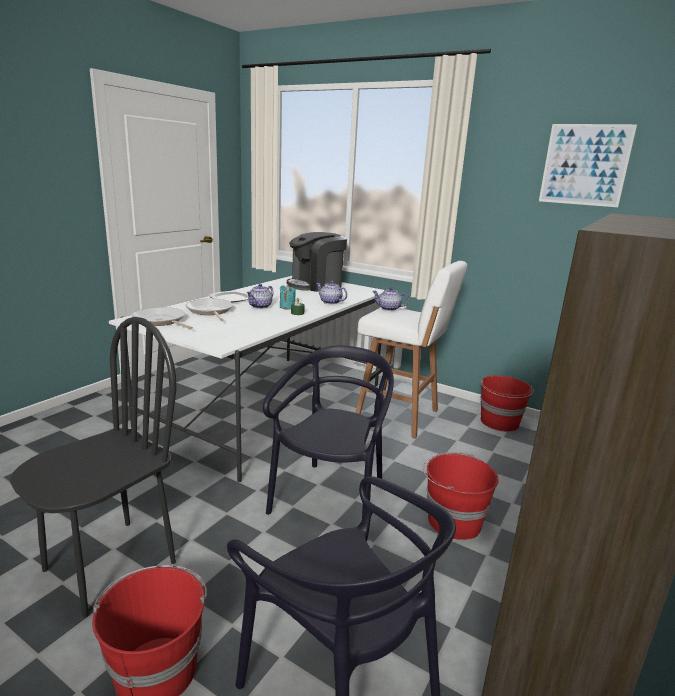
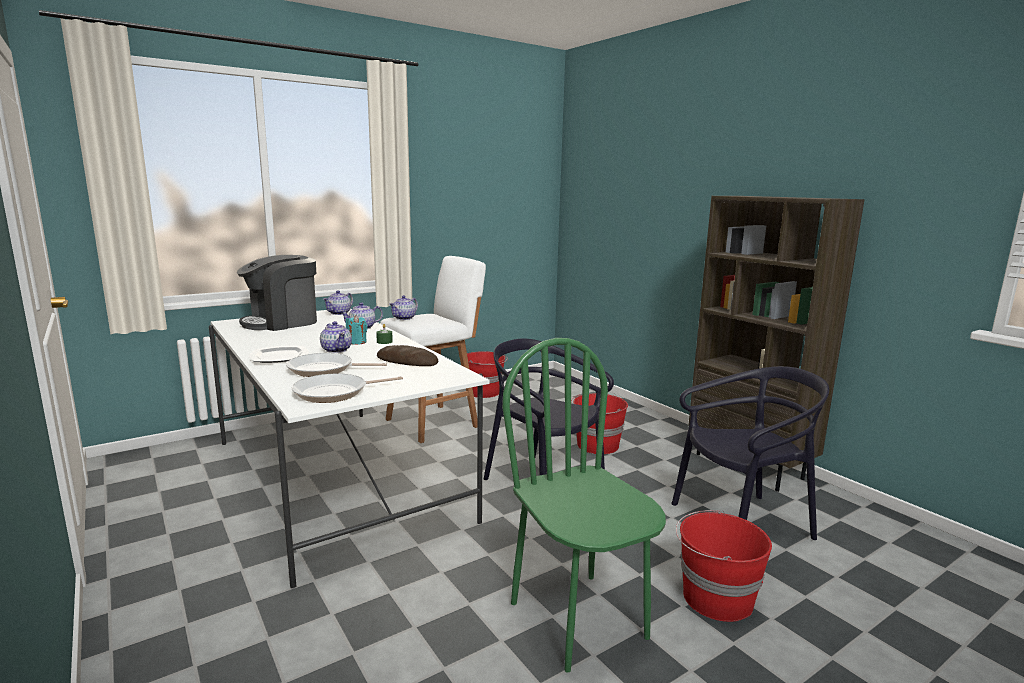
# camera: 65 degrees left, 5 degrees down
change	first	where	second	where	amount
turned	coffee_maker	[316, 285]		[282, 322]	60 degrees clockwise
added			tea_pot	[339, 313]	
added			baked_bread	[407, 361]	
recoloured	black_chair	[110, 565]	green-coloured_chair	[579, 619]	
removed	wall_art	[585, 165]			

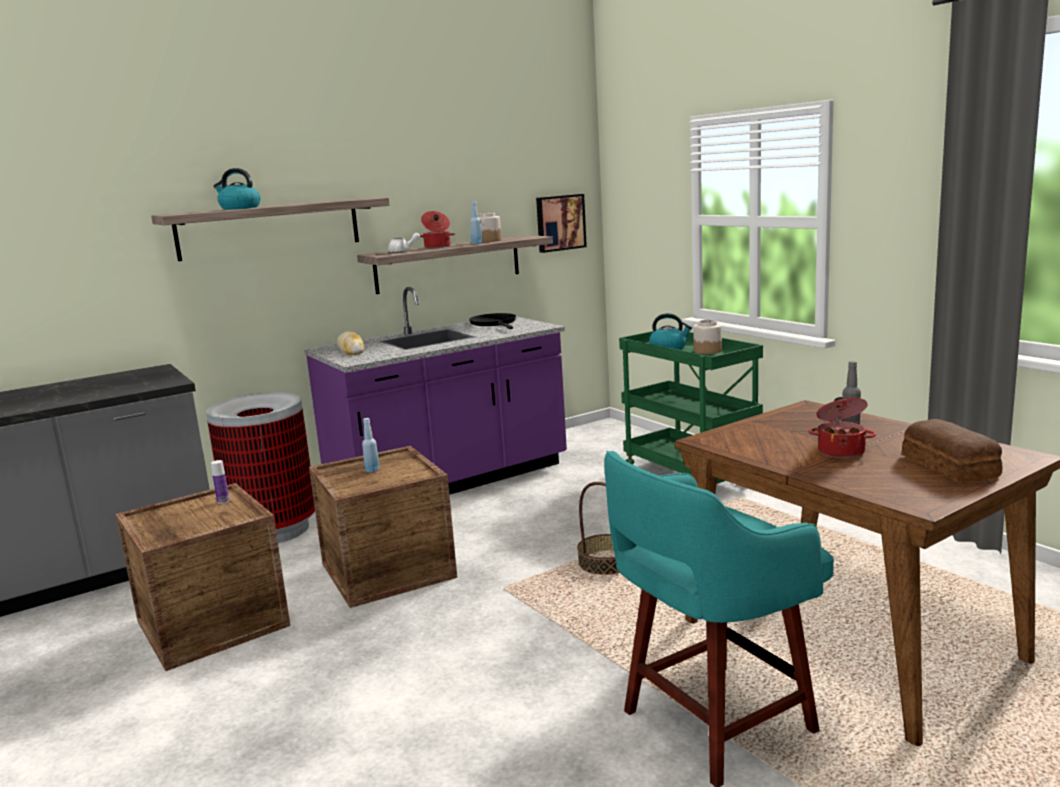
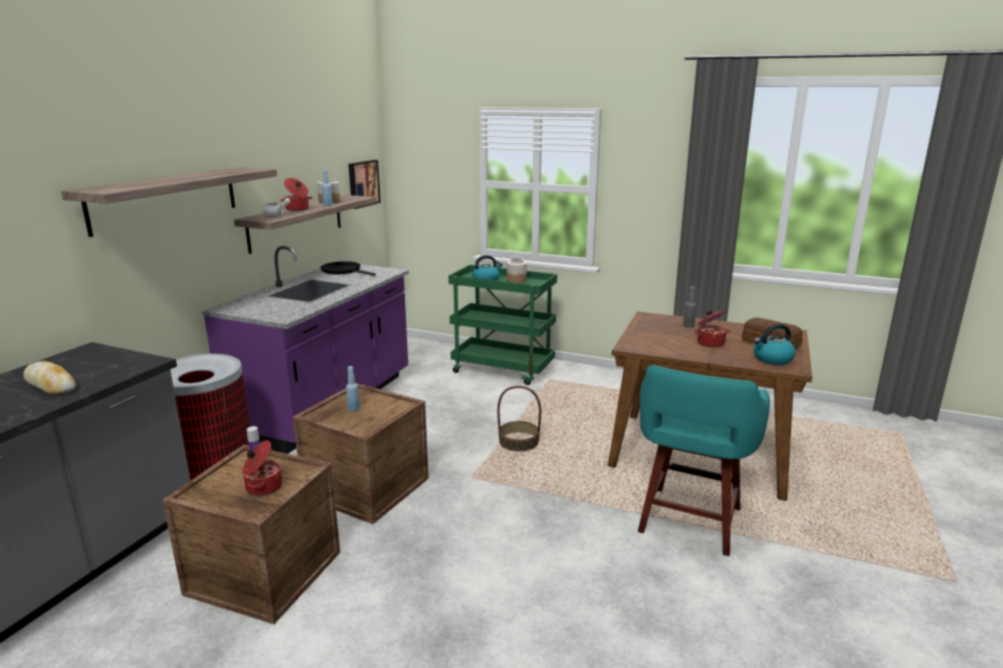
# camera: 35 degrees left, 5 degrees up
change	first	where	second	where	amount
moved	baked_bread	[351, 350]		[51, 385]	
added			cooking_pot	[263, 487]	
moved	water_kettle	[239, 208]		[772, 359]	

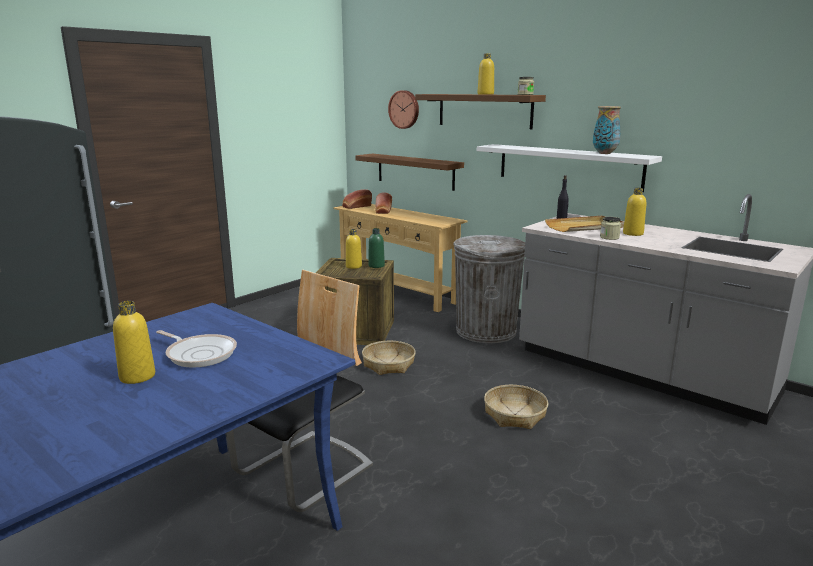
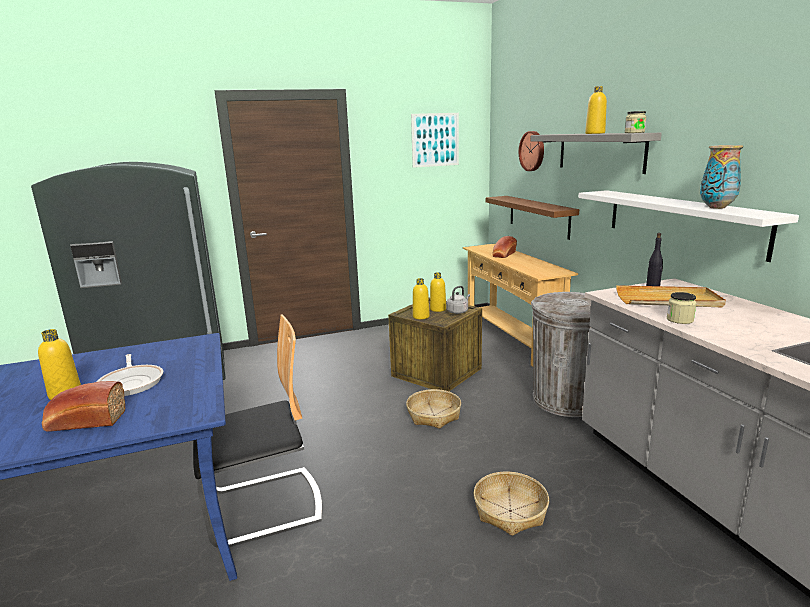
# camera: 30 degrees right, 0 degrees up
change	first	where	second	where	amount
moved	baked_bread	[356, 206]		[84, 421]	
added			wall_art	[435, 140]	
moved	yellow-coloured_beverage_bottle	[633, 233]		[421, 316]	
replaced	green-coloured_beverage_bottle	[376, 266]	gray_water_kettle	[458, 311]	
recoloured	brown_shelf	[484, 110]	gray_shelf	[600, 152]	

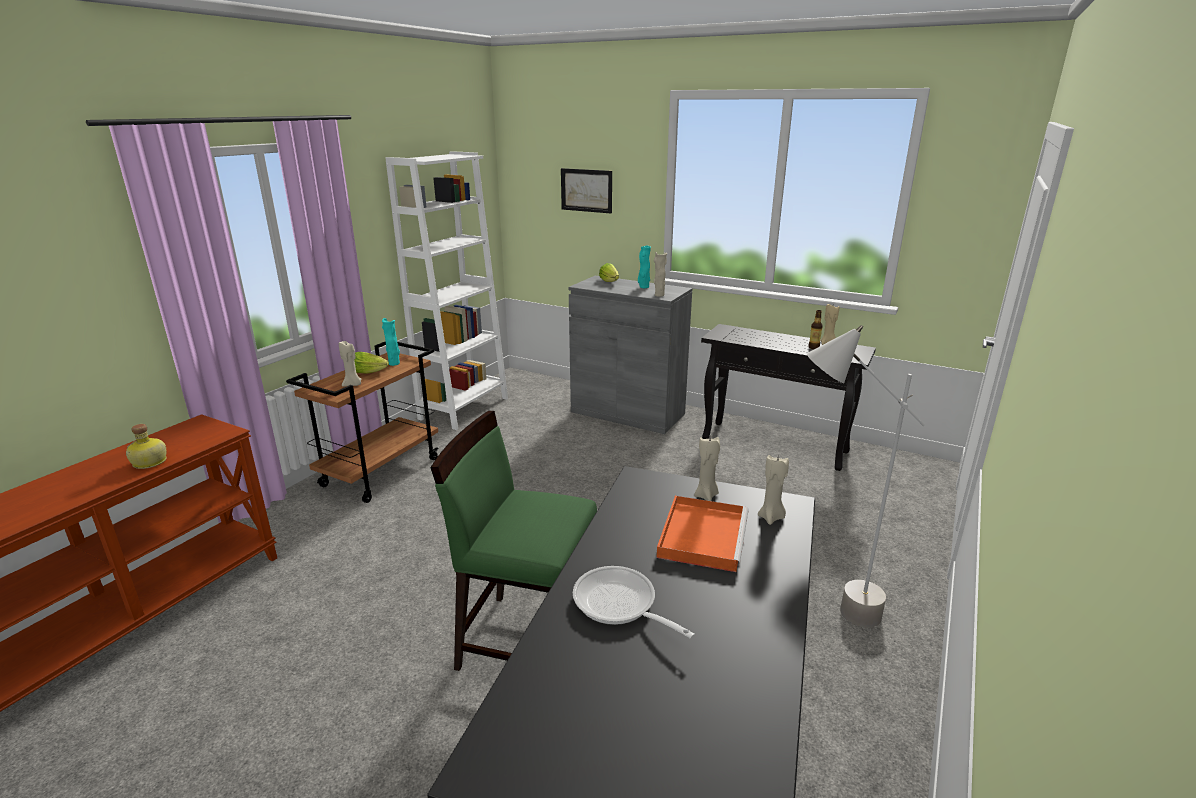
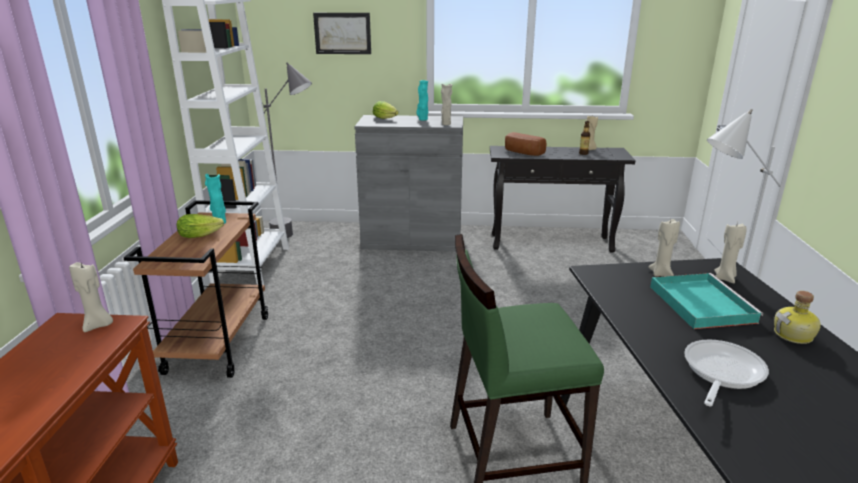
# camera: 25 degrees left, 0 degrees up
change	first	where	second	where	amount
moved	sand-coloured_wax_light	[353, 384]		[98, 325]	
added			gray_standard_lamp	[296, 238]	
added			baked_bread	[522, 153]	
recoloured	orangey_carrying_tray	[702, 535]	turquoise-coloured_carrying_tray	[699, 303]	
turned	skillet	[619, 605]		[720, 373]	105 degrees clockwise
moved	beverage_bottle	[149, 463]		[794, 335]	

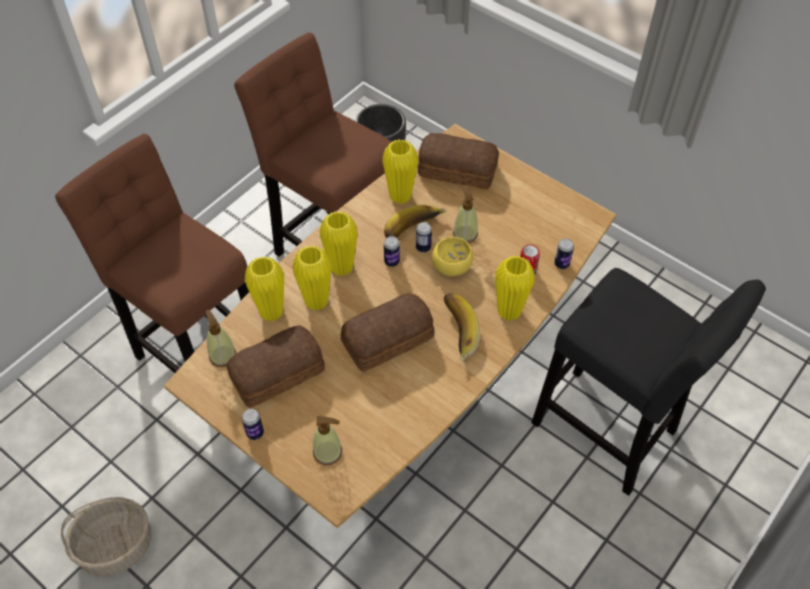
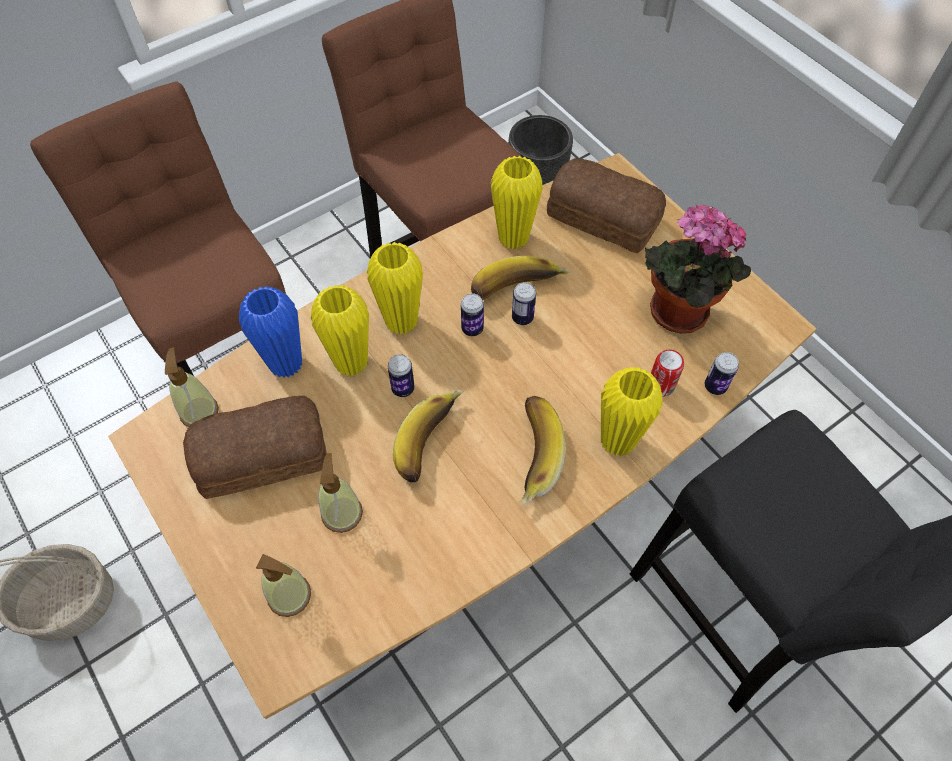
# camera: 15 degrees right, 5 degrees up
change	first	where	second	where	amount
recoloured	yellow-coloured_decorative_vase	[271, 312]	blue-coloured_decorative_vase	[286, 364]	
moved	soap_bottle	[465, 234]		[342, 513]	
moved	can	[255, 433]		[403, 388]	
replaced	baked_bread	[389, 340]	banana_fruit	[432, 443]	
added			plant_in_a_pot	[675, 314]	
removed	yellow-coloured_bowl	[452, 267]			

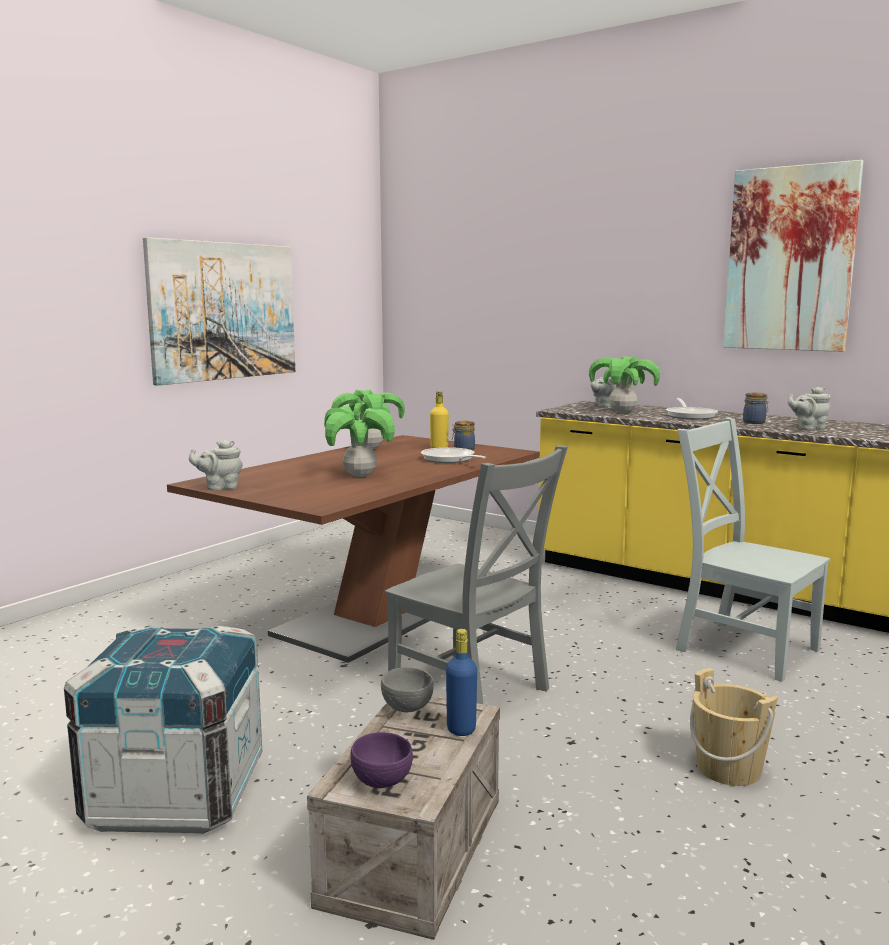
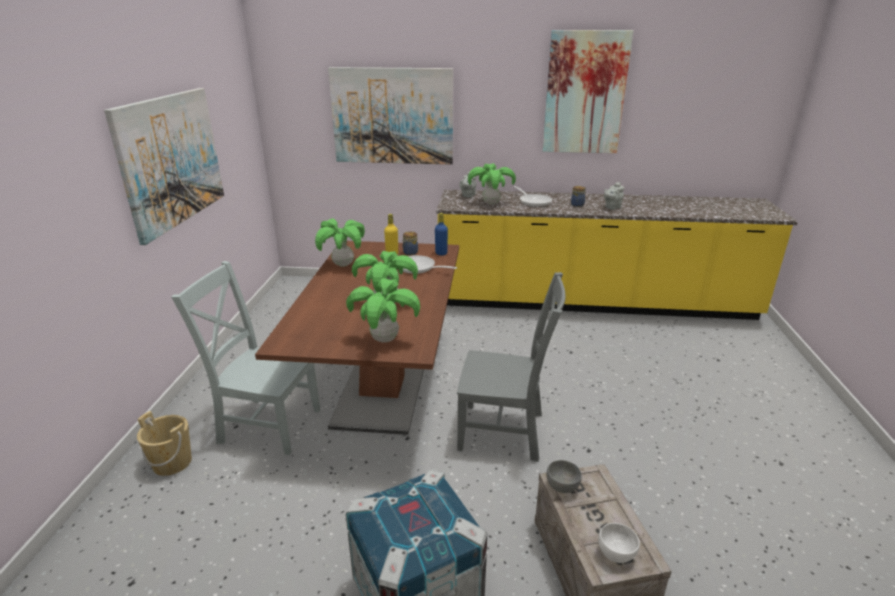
# camera: 30 degrees left, 15 degrees up
change	first	where	second	where	amount
moved	sand-coloured_bucket	[728, 768]		[172, 462]	
moved	gray_chair	[741, 647]		[266, 424]	
added			wall_art	[392, 116]	
added			plant_in_a_pot	[384, 339]	
moved	blue-coloured_beverage_bottle	[461, 729]		[441, 253]	
recoloured	purple_bowl	[381, 781]	white_bowl	[615, 554]	
removed	gray_tea_pot	[220, 487]			

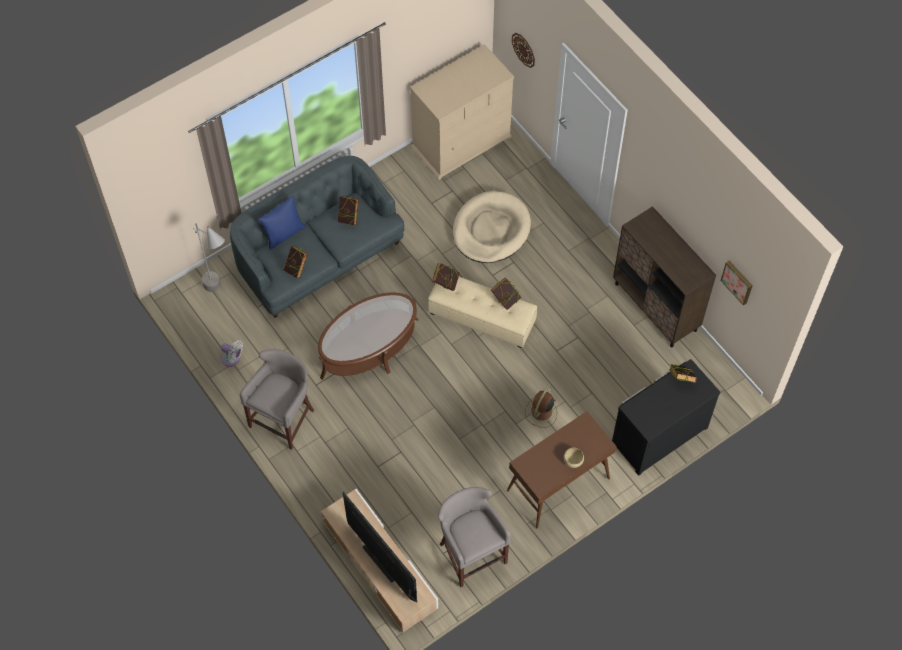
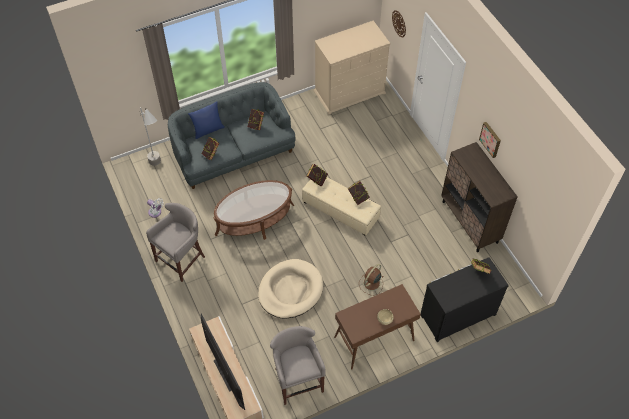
# camera: 10 degrees right, 5 degrees down
change	first	where	second	where	amount
moved	sand-coloured_dog_bed	[491, 230]		[290, 290]	
moved	wall_art	[738, 281]		[491, 139]	

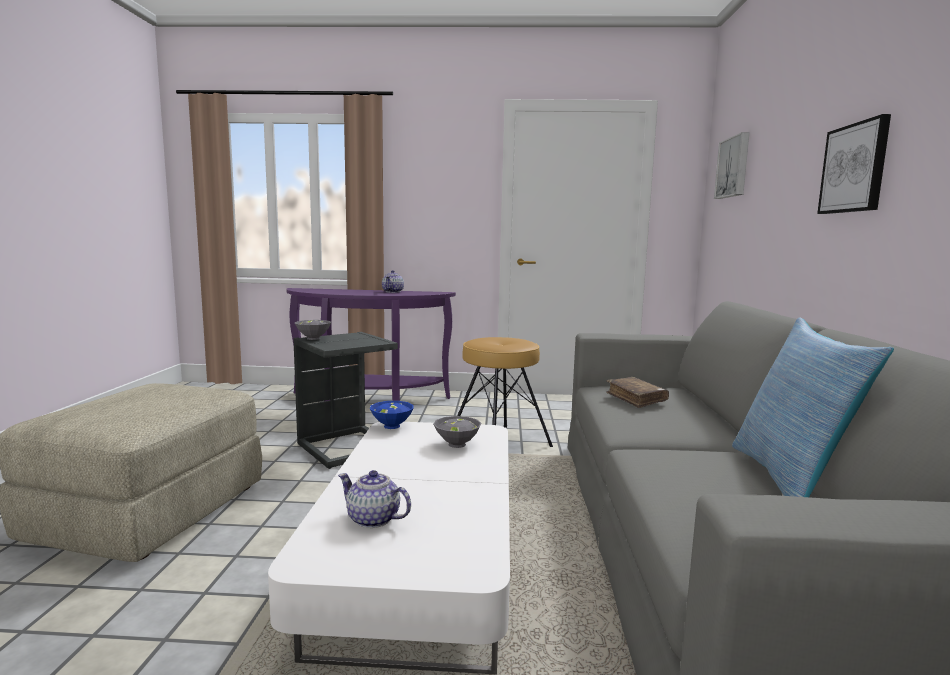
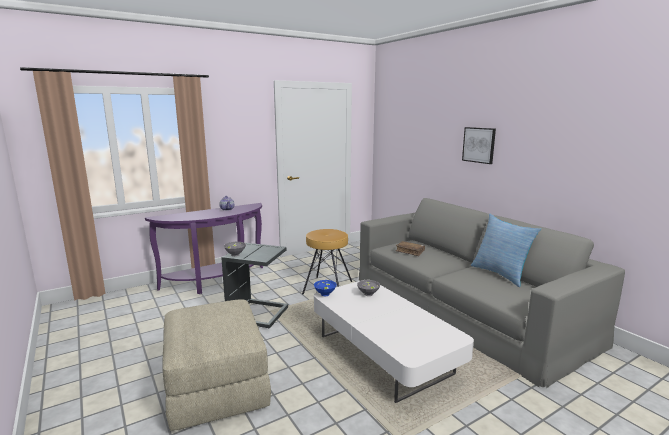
# camera: 35 degrees left, 5 degrees up
change	first	where	second	where	amount
removed	tea_pot	[373, 519]			
removed	wall_art	[734, 167]			

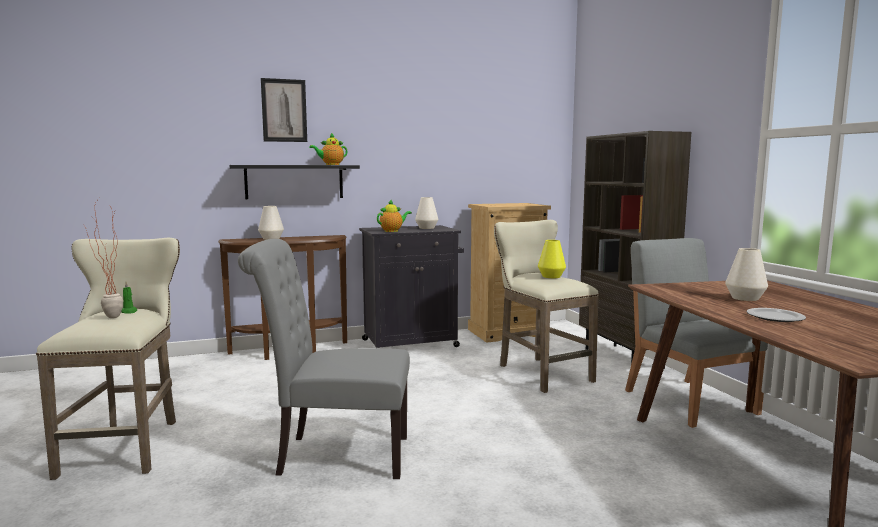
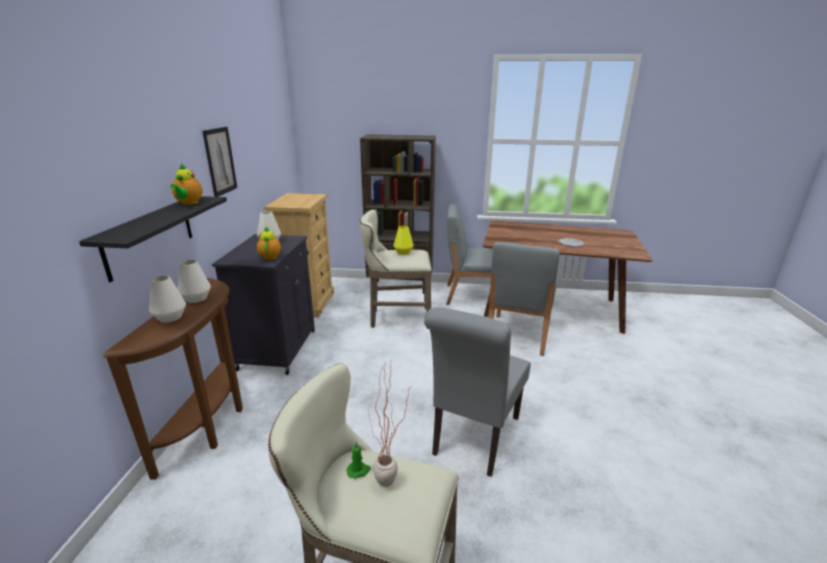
# camera: 65 degrees left, 15 degrees up
change	first	where	second	where	amount
moved	white_decorative_vase	[745, 298]		[196, 298]	
moved	wall_art	[284, 110]		[220, 161]	
added			gray_chair	[517, 334]	

